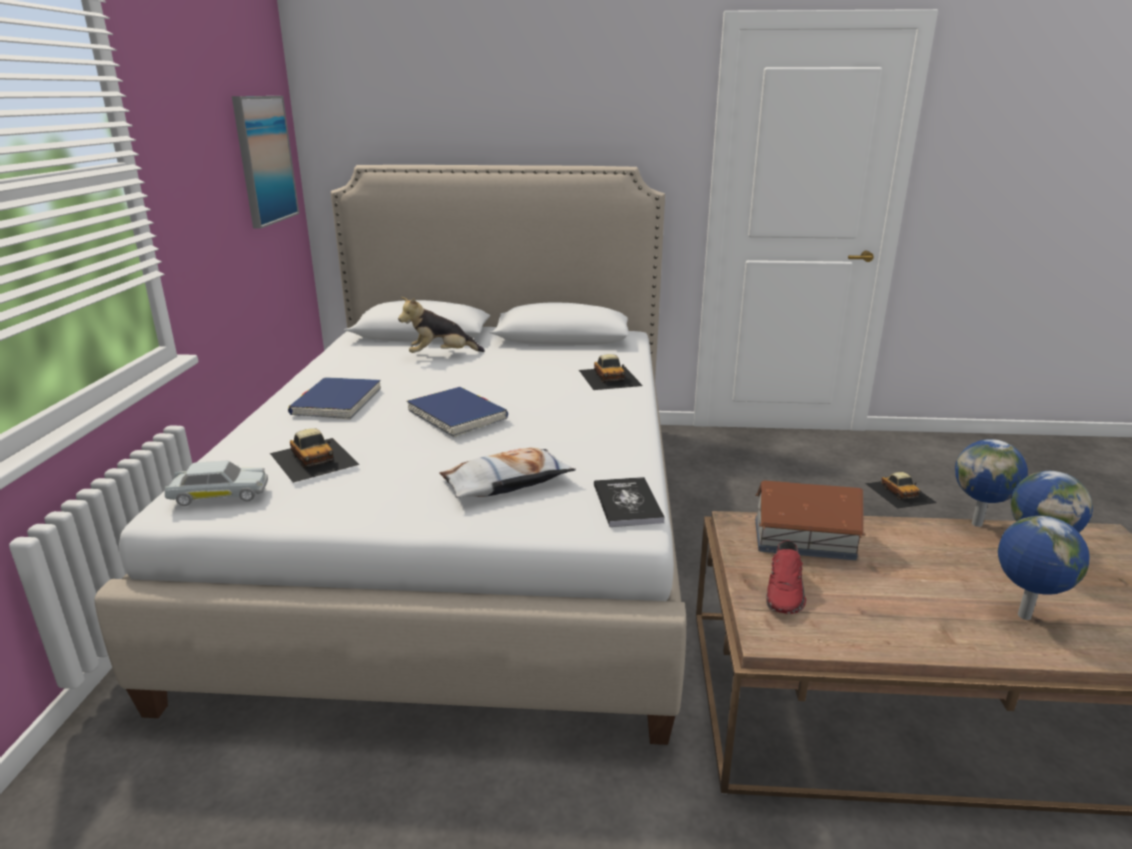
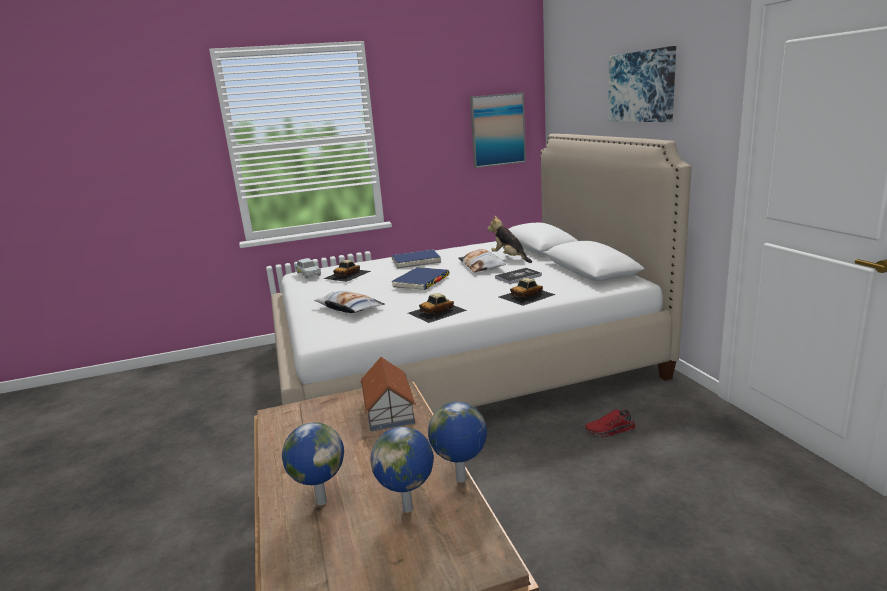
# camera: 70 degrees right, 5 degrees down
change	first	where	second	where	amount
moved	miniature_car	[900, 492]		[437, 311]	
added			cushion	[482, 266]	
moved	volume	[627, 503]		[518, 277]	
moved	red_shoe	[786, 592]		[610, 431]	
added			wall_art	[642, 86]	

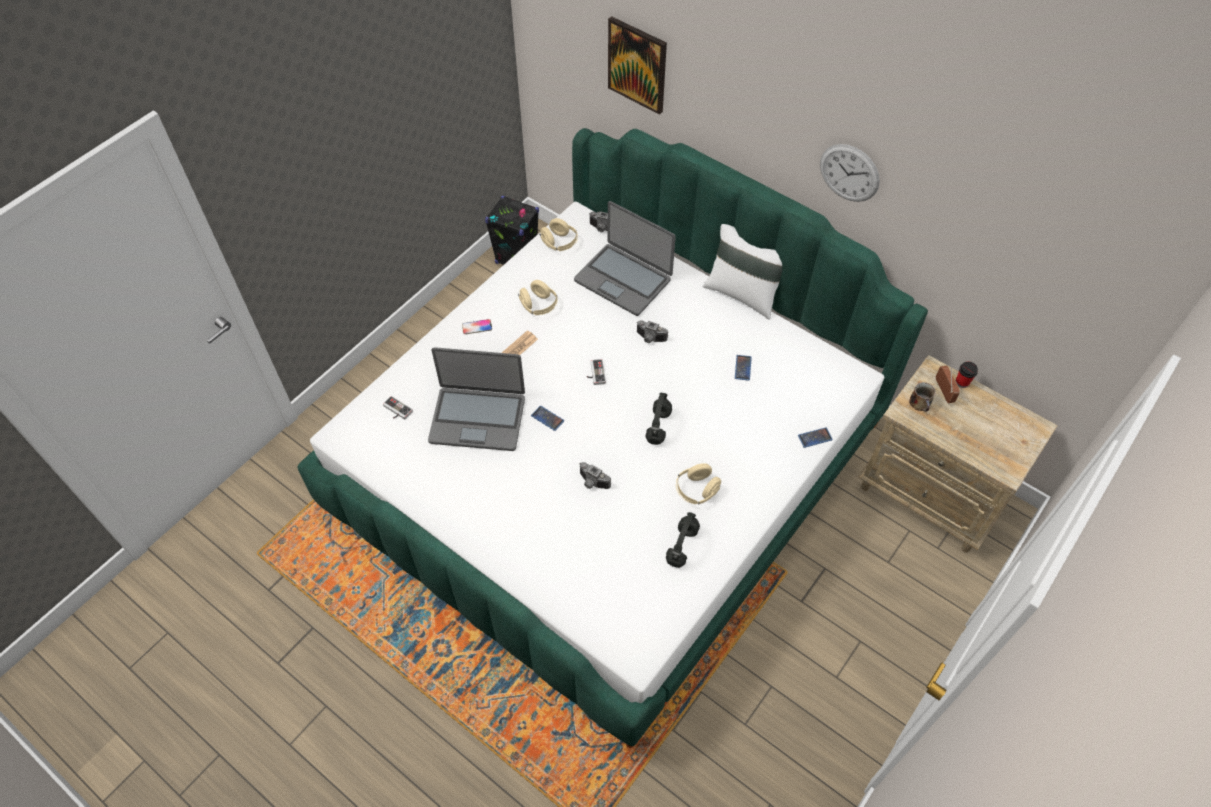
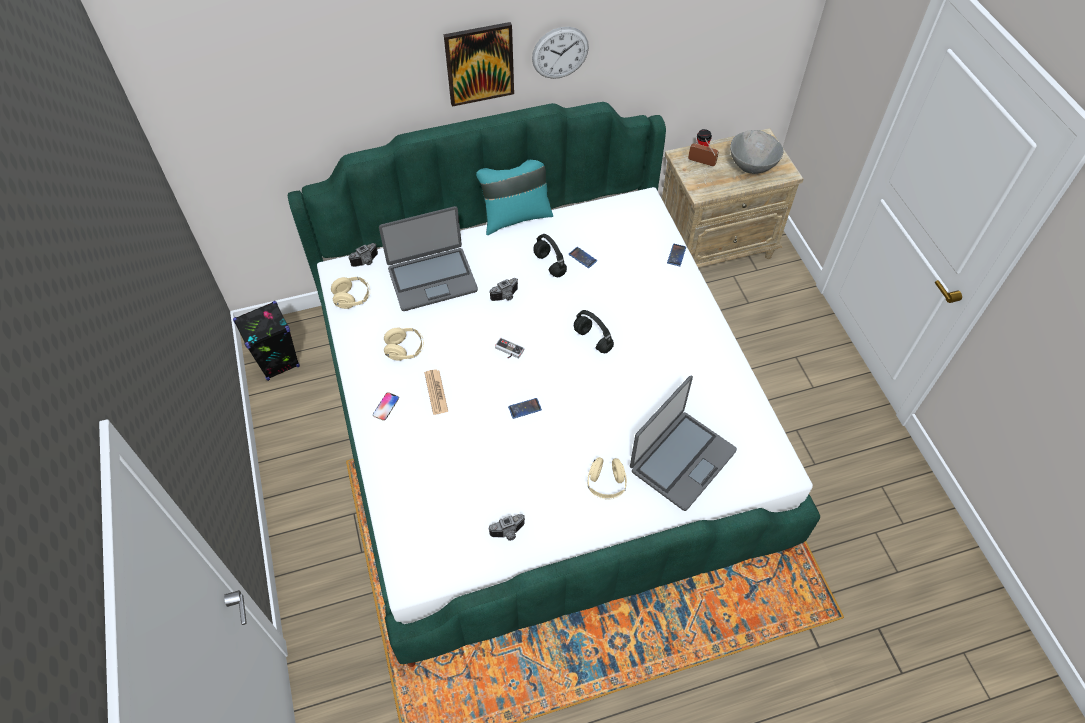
# camera: 55 degrees left, 0 degrees up
change	first	where	second	where	amount
moved	wall_art	[637, 65]		[479, 63]	
recoloured	white_cushion	[742, 294]	turquoise-coloured_cushion	[515, 217]	
moved	photo_camera	[592, 483]		[509, 533]	
moved	black_pair_of_headphones	[681, 545]		[549, 264]	
moved	sand-coloured_pair_of_headphones	[696, 490]		[606, 484]	
moved	laptop	[478, 418]		[681, 460]	
added			gray_bowl	[751, 167]	
removed	game_controller	[396, 411]			
removed	tea_mug	[920, 403]			

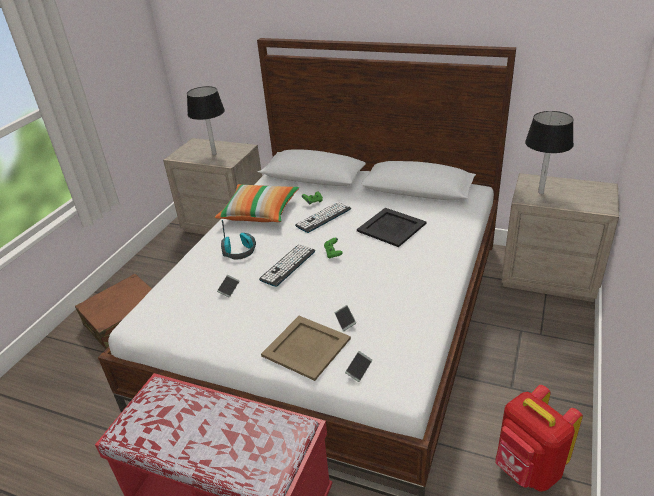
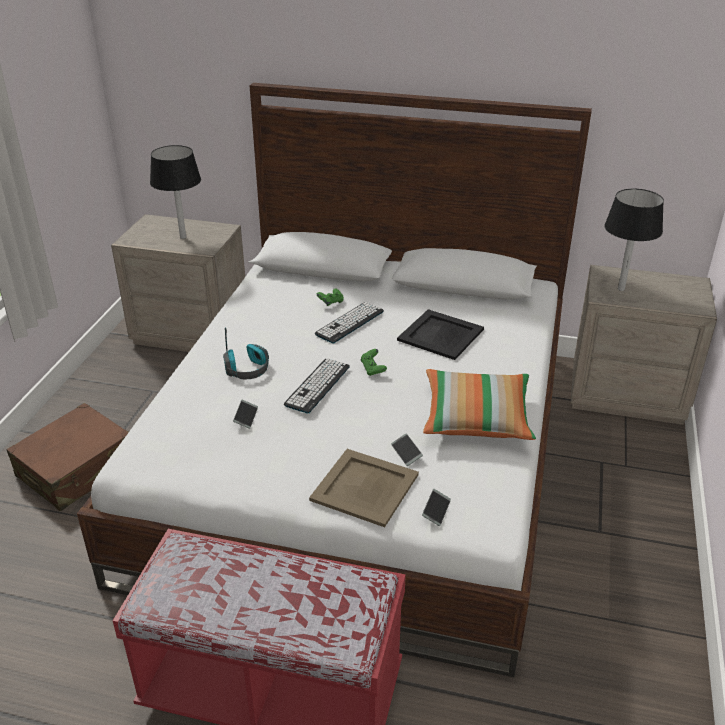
# camera: 10 degrees left, 0 degrees up
change	first	where	second	where	amount
moved	cushion	[260, 212]		[476, 418]	
removed	red_knapsack	[527, 469]			

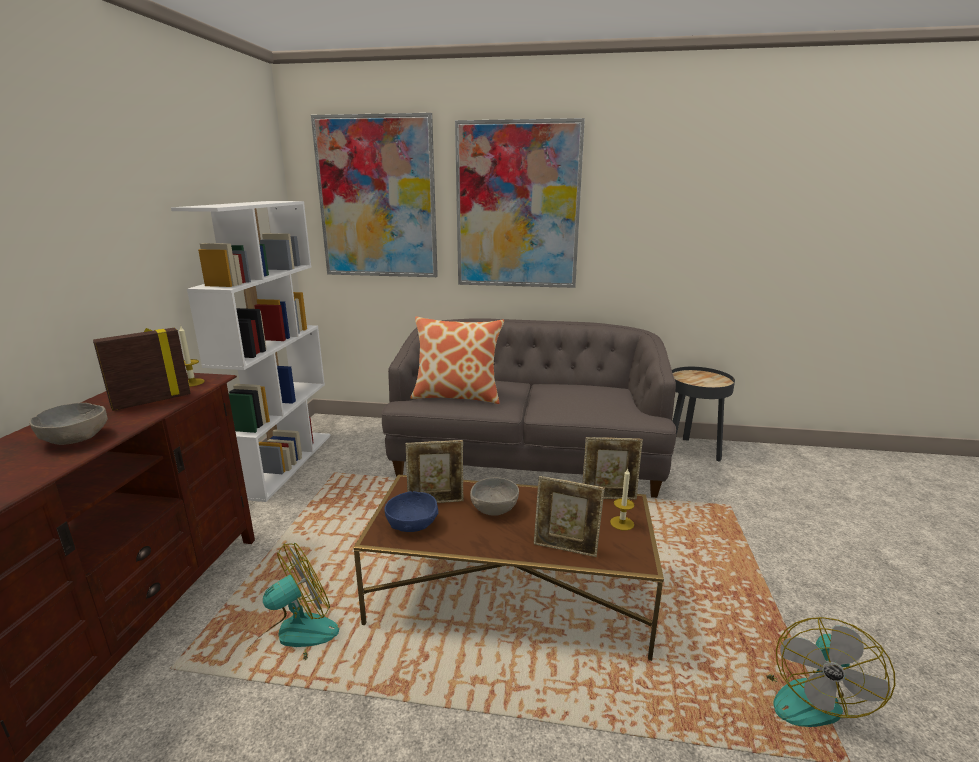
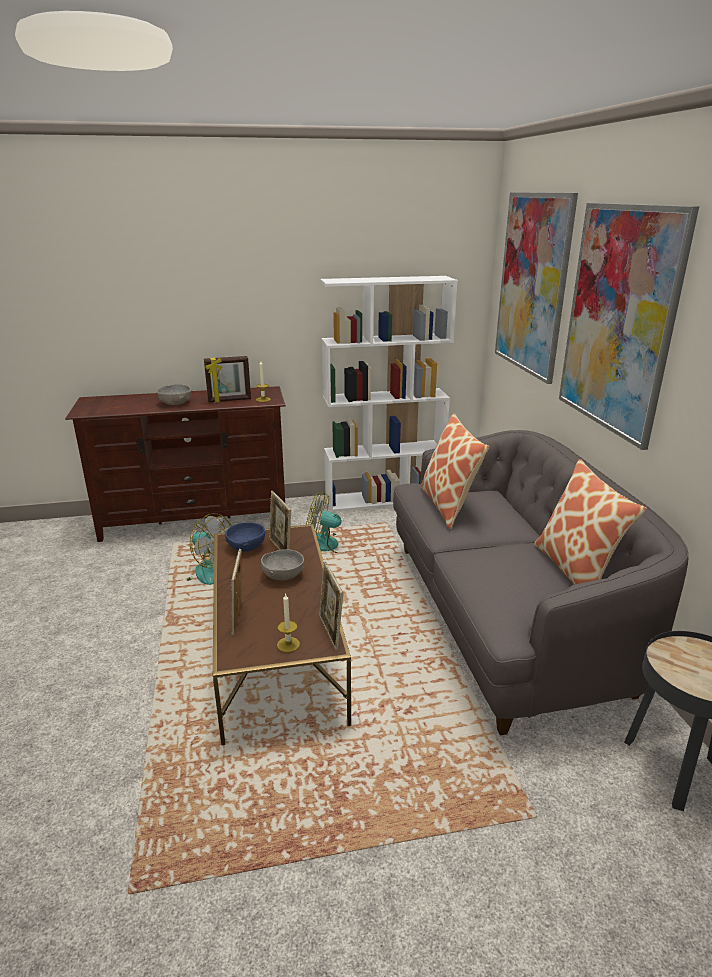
# camera: 70 degrees right, 5 degrees up
change	first	where	second	where	amount
turned	standing_frame	[151, 401]		[229, 400]	135 degrees clockwise
moved	fan	[807, 694]		[331, 544]	
added			cushion	[576, 570]	

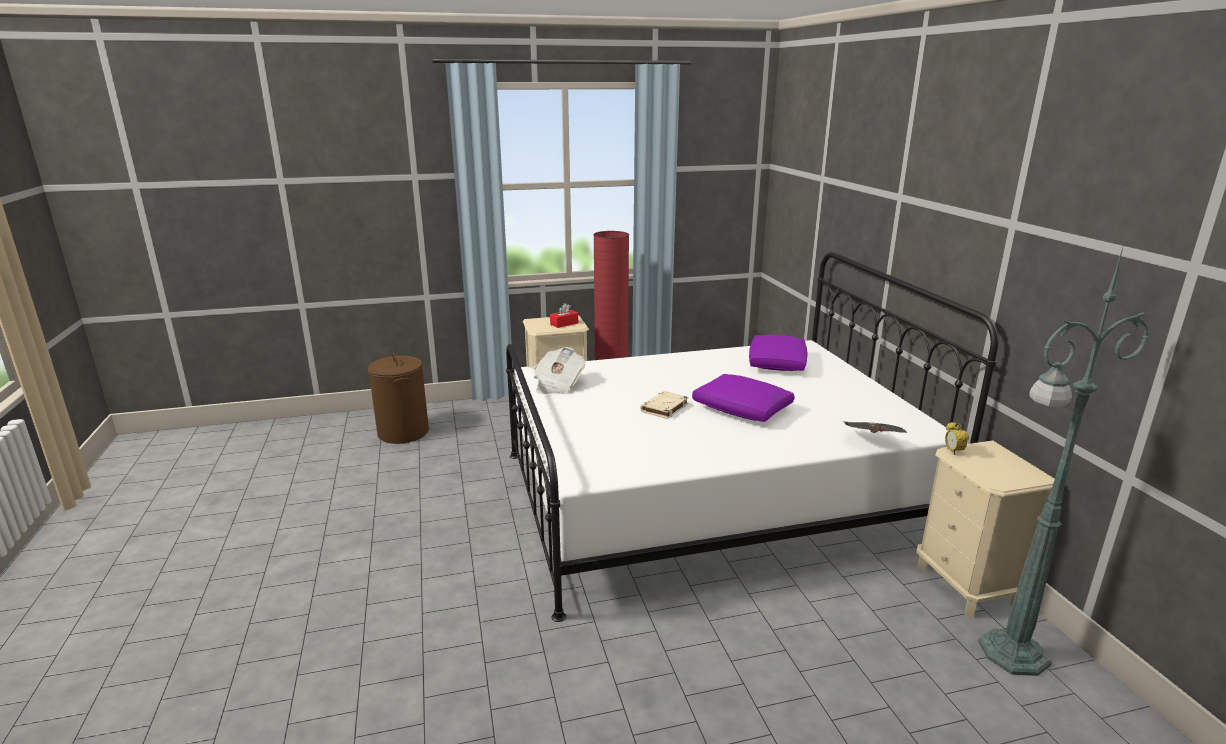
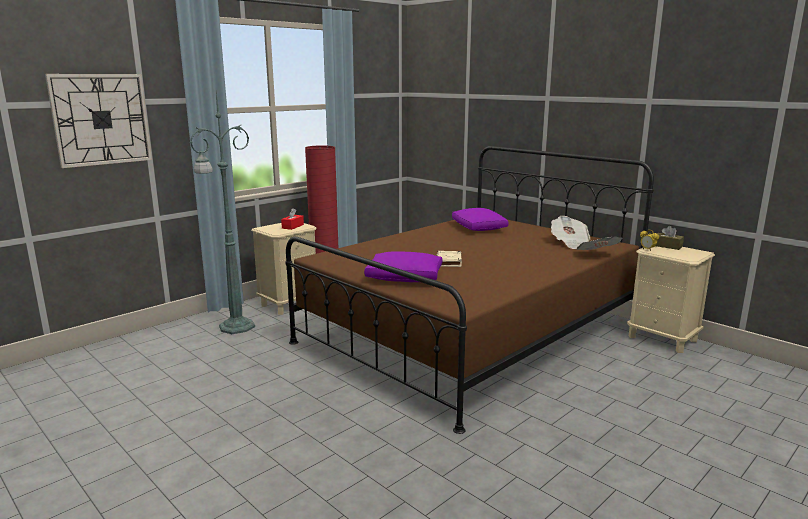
# camera: 30 degrees left, 5 degrees down
change	first	where	second	where	amount
added			clock_on_the_wall	[101, 119]	
moved	green-coloured_standard_lamp	[1010, 653]		[235, 327]	
recoloured	white_bedroom_bed	[709, 497]	brown_bedroom_bed	[469, 332]	
moved	purple_cushion	[741, 409]		[403, 278]	
moved	newspaper	[557, 385]		[569, 243]	
added			brown_tissue_holder	[667, 246]	
removed	brown_hamper	[403, 432]			

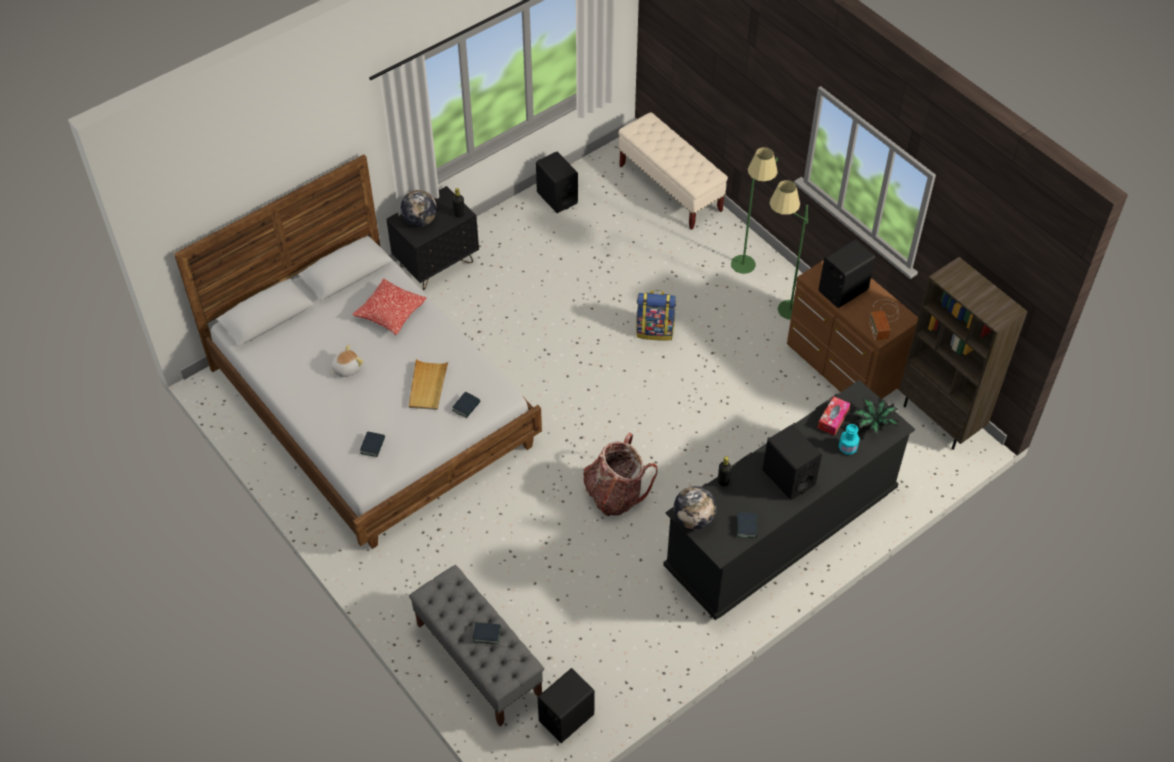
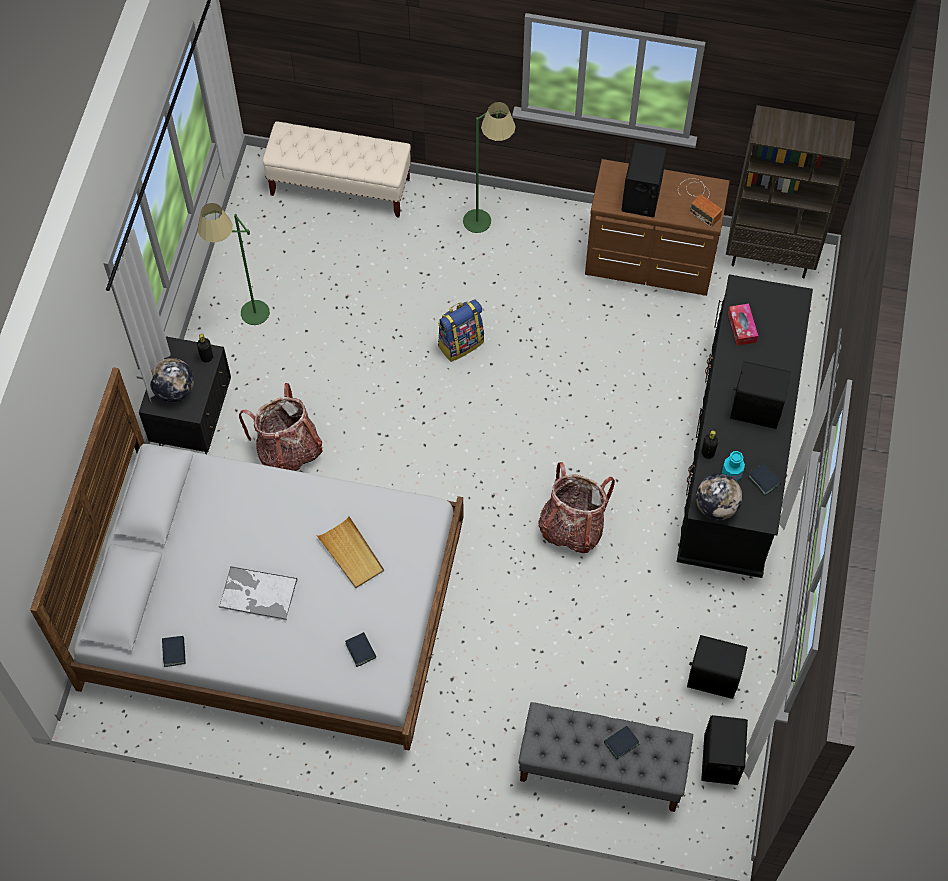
# camera: 40 degrees left, 10 degrees up
change	first	where	second	where	amount
moved	volume	[466, 406]		[174, 652]	
moved	green-coloured_standard_lamp	[779, 311]		[246, 321]	
replaced	cuddly_toy	[346, 368]	carrying_tray	[257, 593]	
added			knapsack	[288, 451]	
moved	black_loudspeaker	[557, 198]		[712, 677]	
moved	turquoise-coloured_beverage_bottle	[847, 448]		[731, 473]	
removed	cushion	[390, 312]			
removed	plant_in_a_pot	[874, 422]			

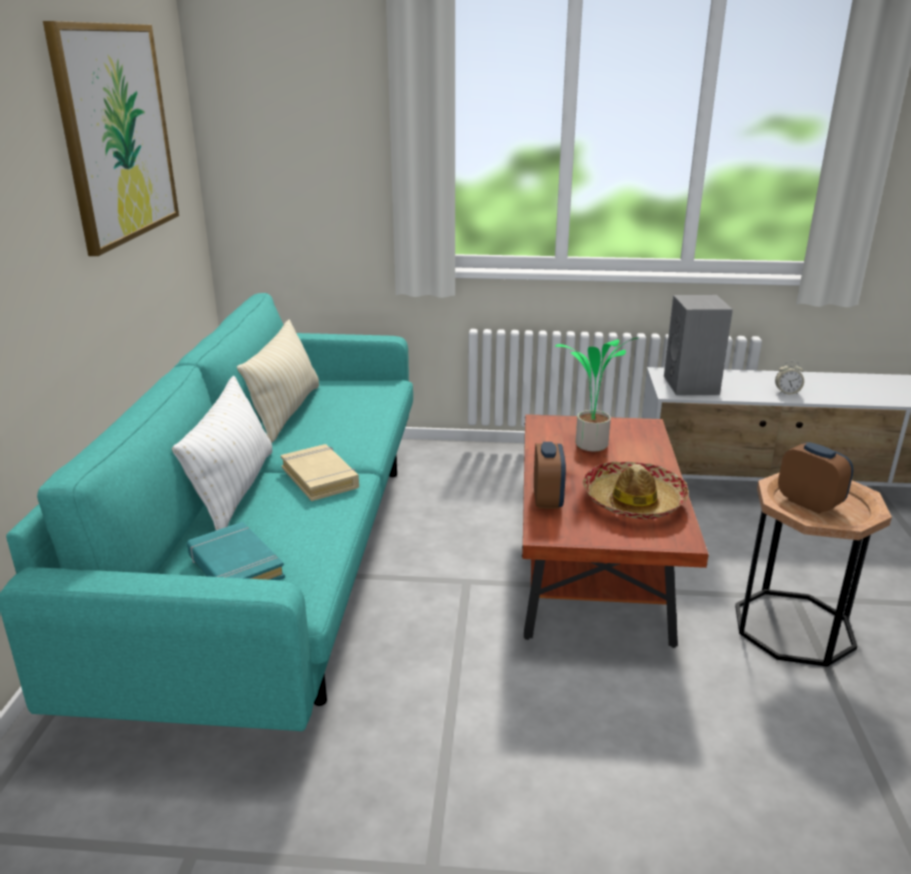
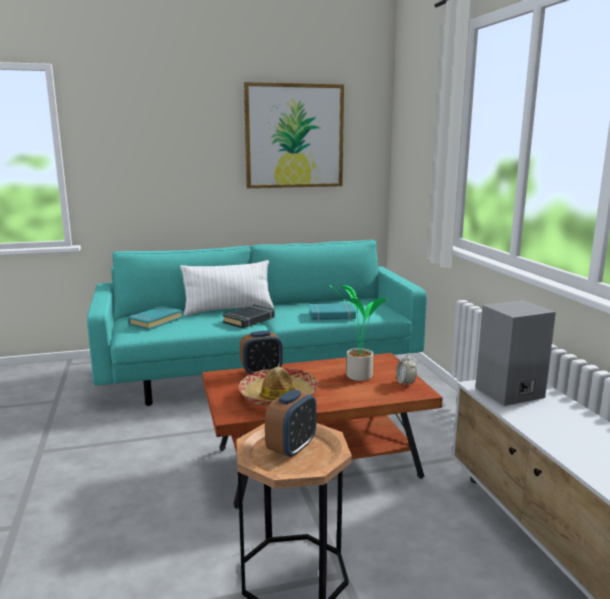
# camera: 70 degrees right, 10 degrees down
change	first	where	second	where	amount
recoloured	sand-coloured_volume	[320, 477]	black_volume	[249, 320]	
added			turquoise-coloured_volume	[332, 315]	
moved	alarm_clock	[787, 393]		[405, 383]	
removed	sand-coloured_cushion	[286, 412]			

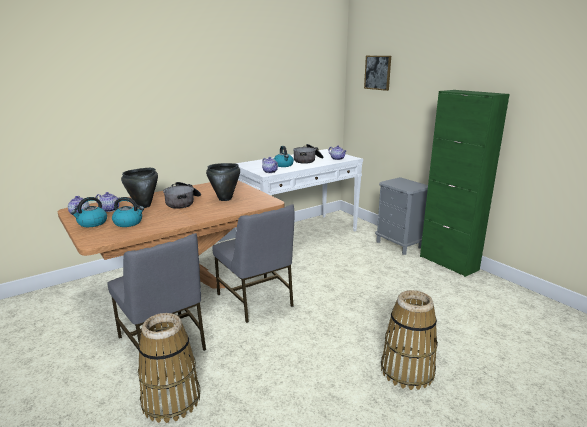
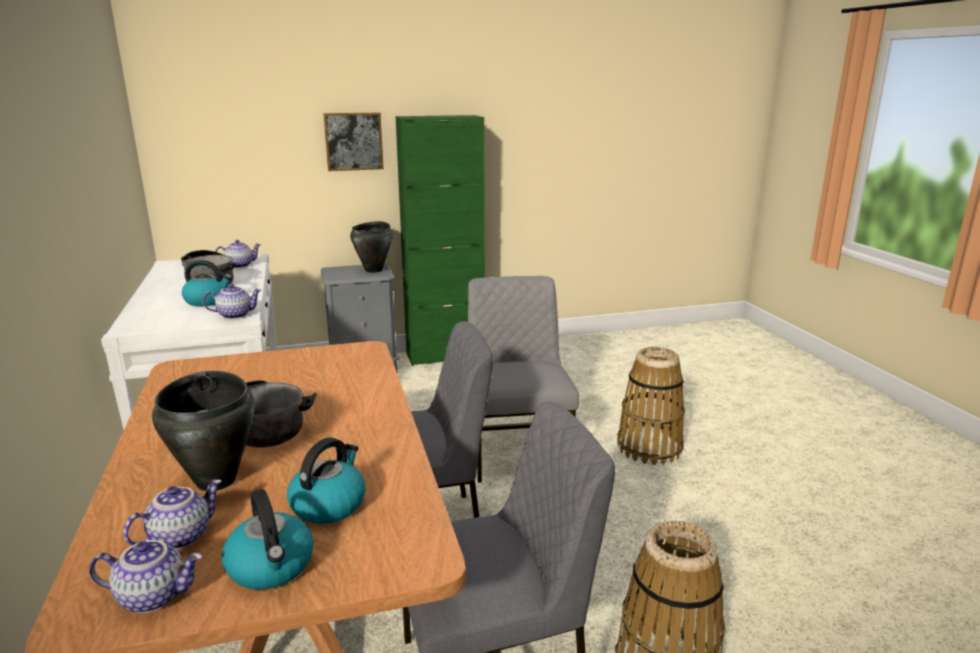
# camera: 70 degrees left, 0 degrees up
change	first	where	second	where	amount
moved	wall_art	[378, 72]		[354, 141]	
moved	black_cooking_pot	[225, 199]		[374, 270]	
added			gray_chair	[517, 451]	

